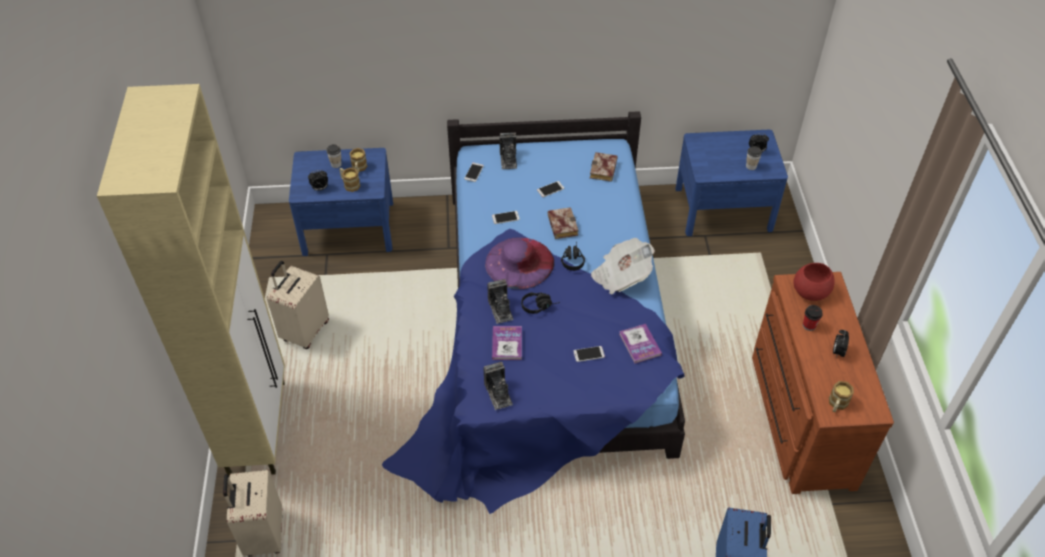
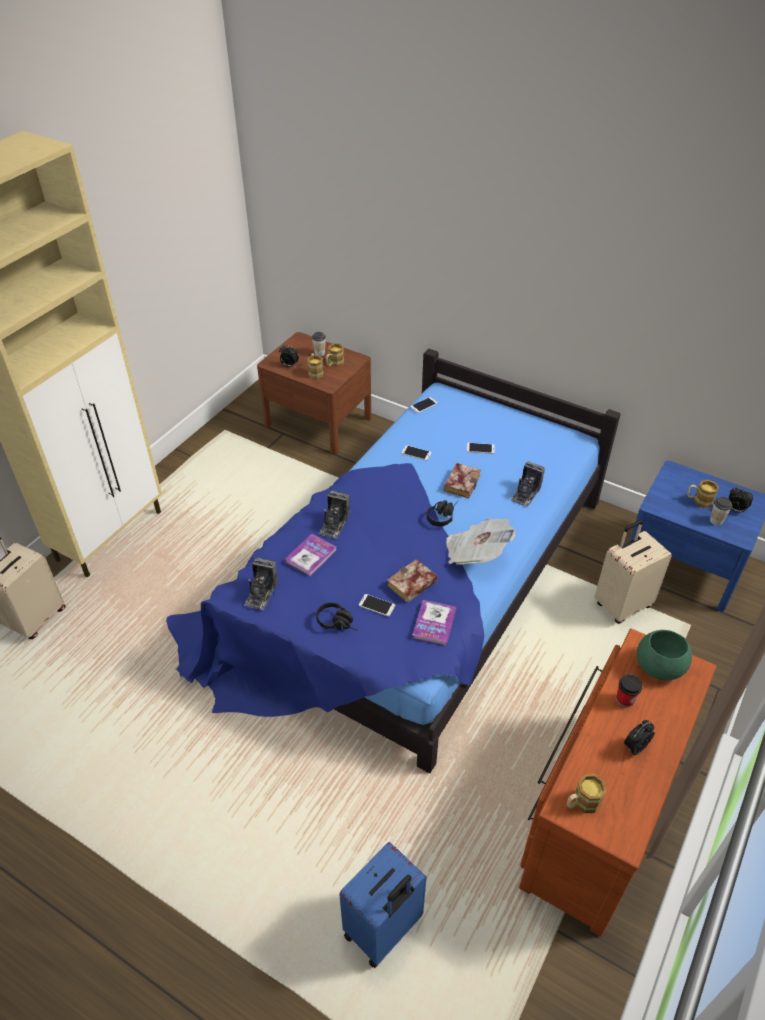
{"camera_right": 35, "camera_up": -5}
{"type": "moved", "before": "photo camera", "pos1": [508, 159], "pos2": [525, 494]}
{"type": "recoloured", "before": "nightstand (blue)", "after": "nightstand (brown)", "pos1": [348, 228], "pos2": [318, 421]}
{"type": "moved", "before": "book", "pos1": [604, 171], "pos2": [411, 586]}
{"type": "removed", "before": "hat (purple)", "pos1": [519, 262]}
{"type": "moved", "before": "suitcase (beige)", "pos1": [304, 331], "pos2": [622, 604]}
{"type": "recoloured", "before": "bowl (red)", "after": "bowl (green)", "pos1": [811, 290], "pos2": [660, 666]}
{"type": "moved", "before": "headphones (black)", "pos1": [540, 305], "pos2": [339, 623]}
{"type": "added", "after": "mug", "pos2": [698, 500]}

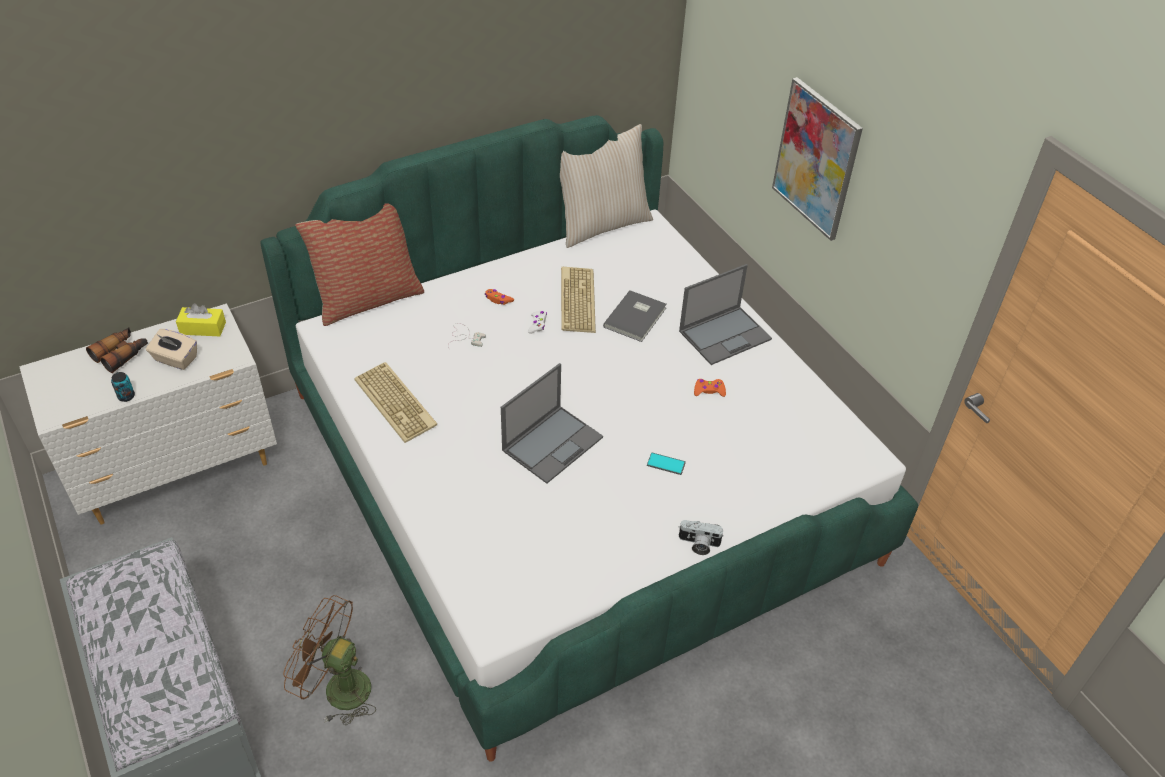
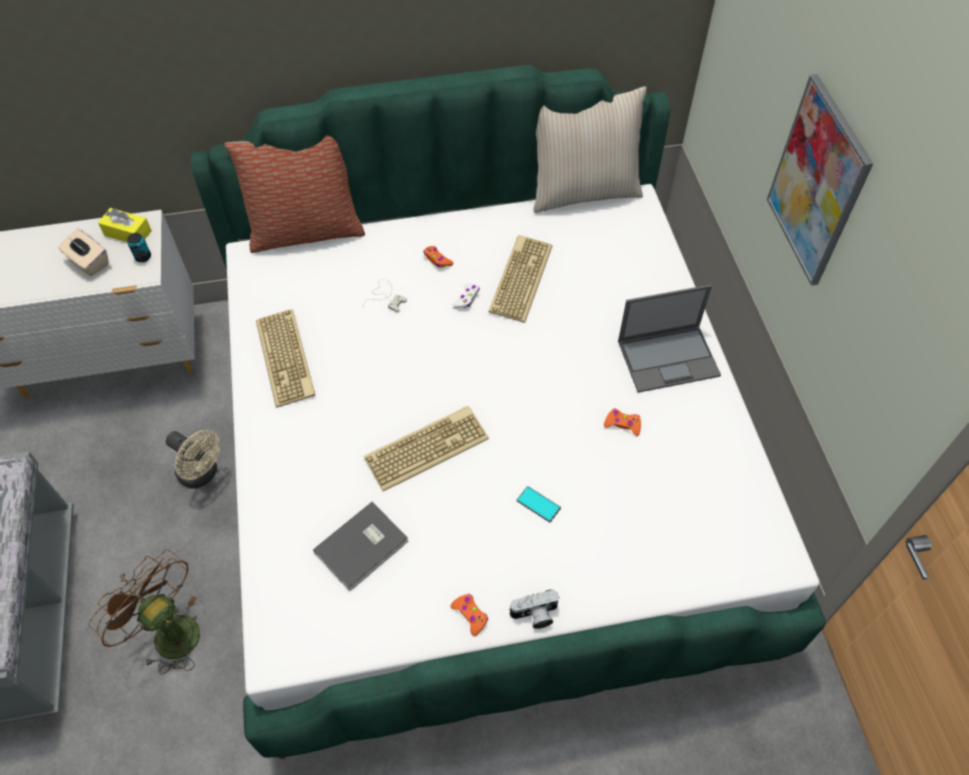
{"camera_right": 20, "camera_up": 10}
{"type": "moved", "before": "book (grey)", "pos1": [637, 317], "pos2": [363, 547]}
{"type": "removed", "before": "binoculars", "pos1": [121, 354]}
{"type": "replaced", "before": "laptop", "after": "keyboard", "pos1": [553, 443], "pos2": [426, 446]}
{"type": "moved", "before": "can", "pos1": [126, 396], "pos2": [143, 257]}
{"type": "turned", "before": "photo camera", "pos1": [698, 544], "pos2": [535, 615], "turn": -45}
{"type": "added", "after": "fan (beige)", "pos2": [202, 474]}
{"type": "added", "after": "game controller (orange)", "pos2": [470, 615]}

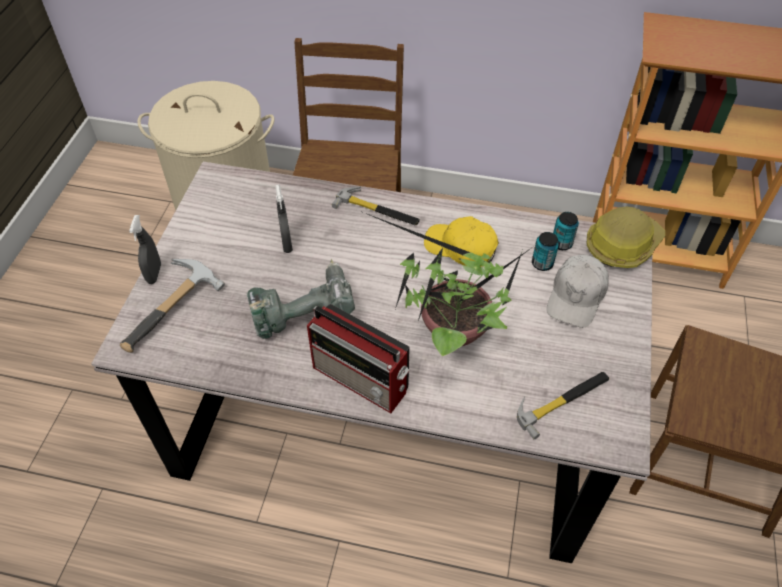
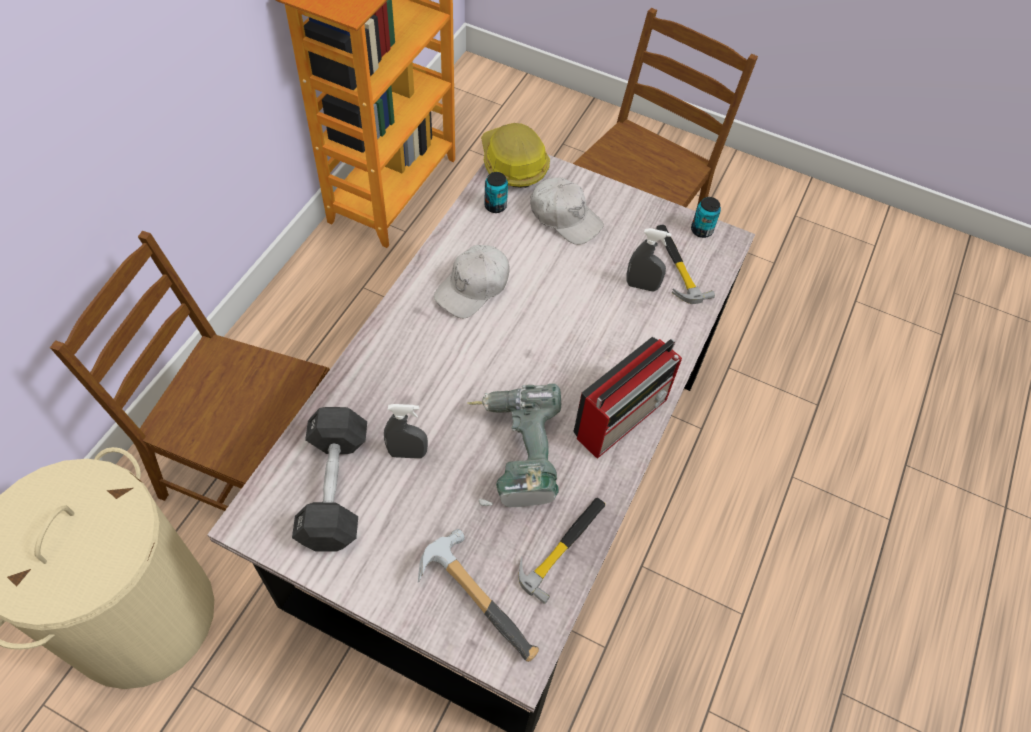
{"camera_right": -80, "camera_up": 5}
{"type": "moved", "before": "hammer", "pos1": [377, 210], "pos2": [563, 545]}
{"type": "removed", "before": "potted plant", "pos1": [451, 328]}
{"type": "moved", "before": "spray bottle (grey)", "pos1": [154, 274], "pos2": [642, 286]}
{"type": "recoloured", "before": "cap (yellow)", "after": "cap (white)", "pos1": [461, 248], "pos2": [473, 287]}
{"type": "moved", "before": "can", "pos1": [542, 263], "pos2": [701, 230]}
{"type": "added", "after": "dumbbell (black)", "pos2": [334, 488]}

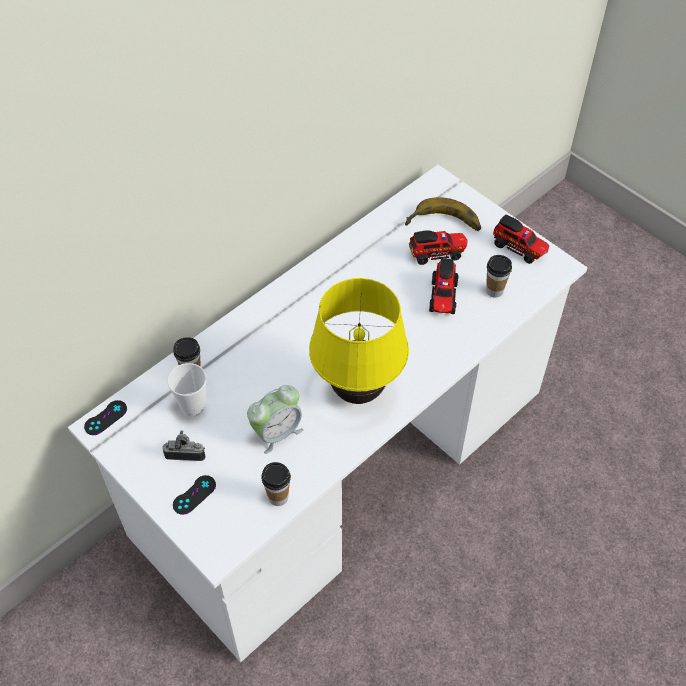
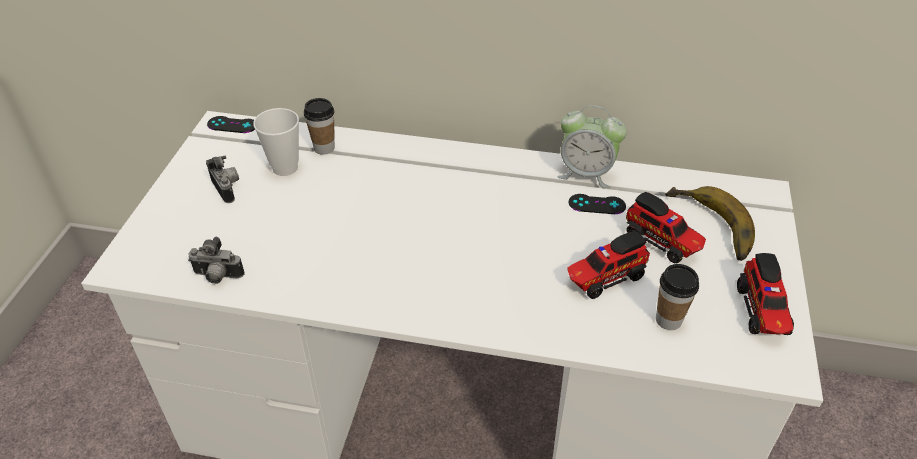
{"camera_right": 55, "camera_up": -10}
{"type": "removed", "before": "table lamp (yellow)", "pos1": [357, 391]}
{"type": "moved", "before": "alarm clock", "pos1": [277, 432], "pos2": [586, 173]}
{"type": "replaced", "before": "cup", "after": "photo camera", "pos1": [278, 497], "pos2": [217, 277]}
{"type": "moved", "before": "game controller (black)", "pos1": [194, 495], "pos2": [597, 204]}

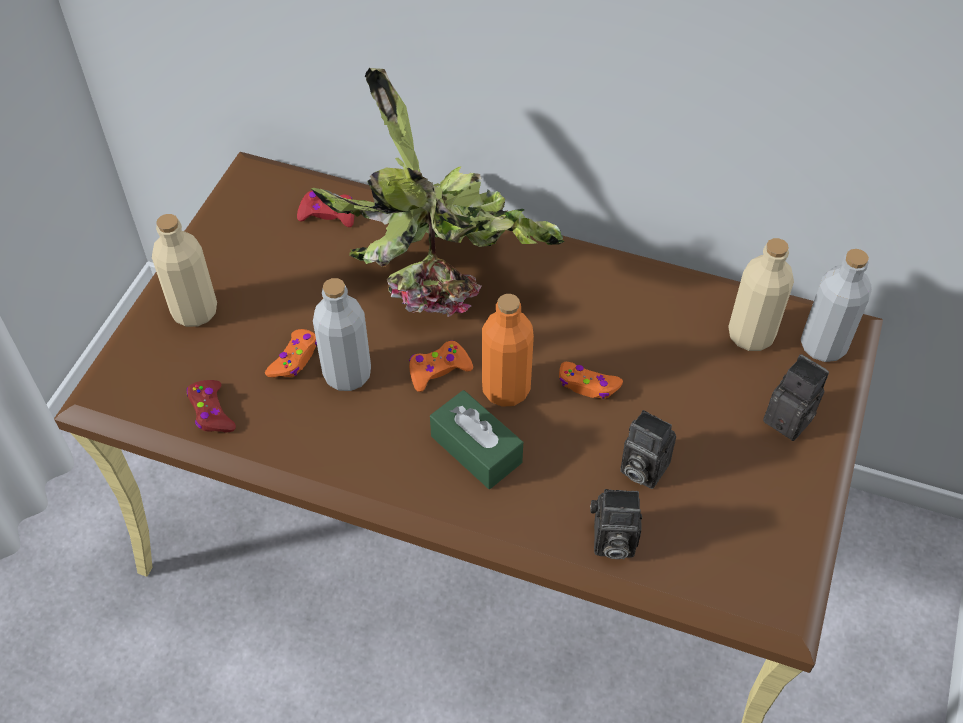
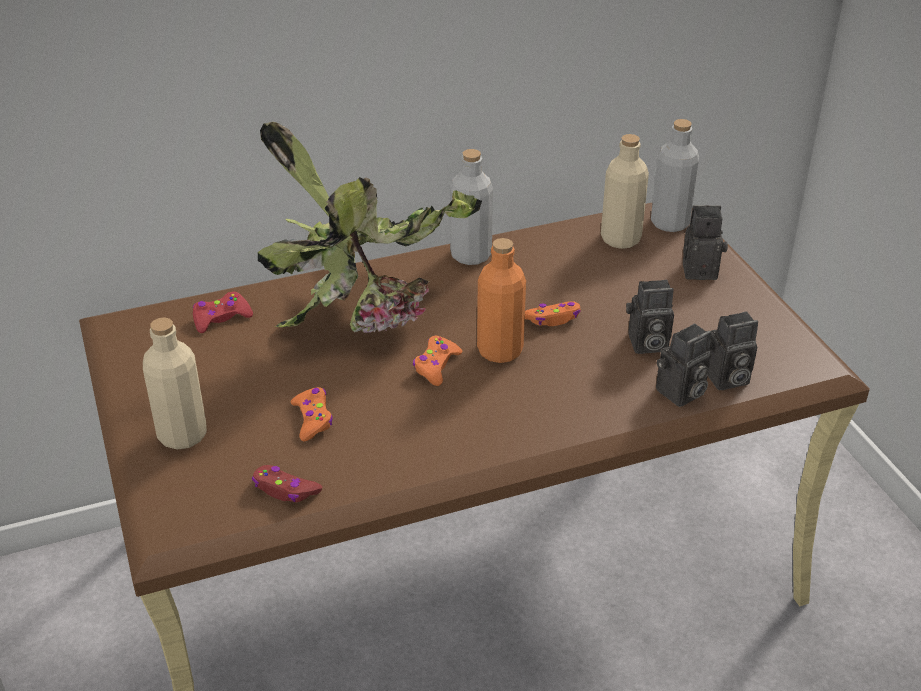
{"camera_right": -40, "camera_up": -15}
{"type": "moved", "before": "bottle (grey)", "pos1": [347, 374], "pos2": [471, 255]}
{"type": "removed", "before": "tissue box (green)", "pos1": [476, 449]}
{"type": "added", "after": "photo camera", "pos2": [725, 379]}

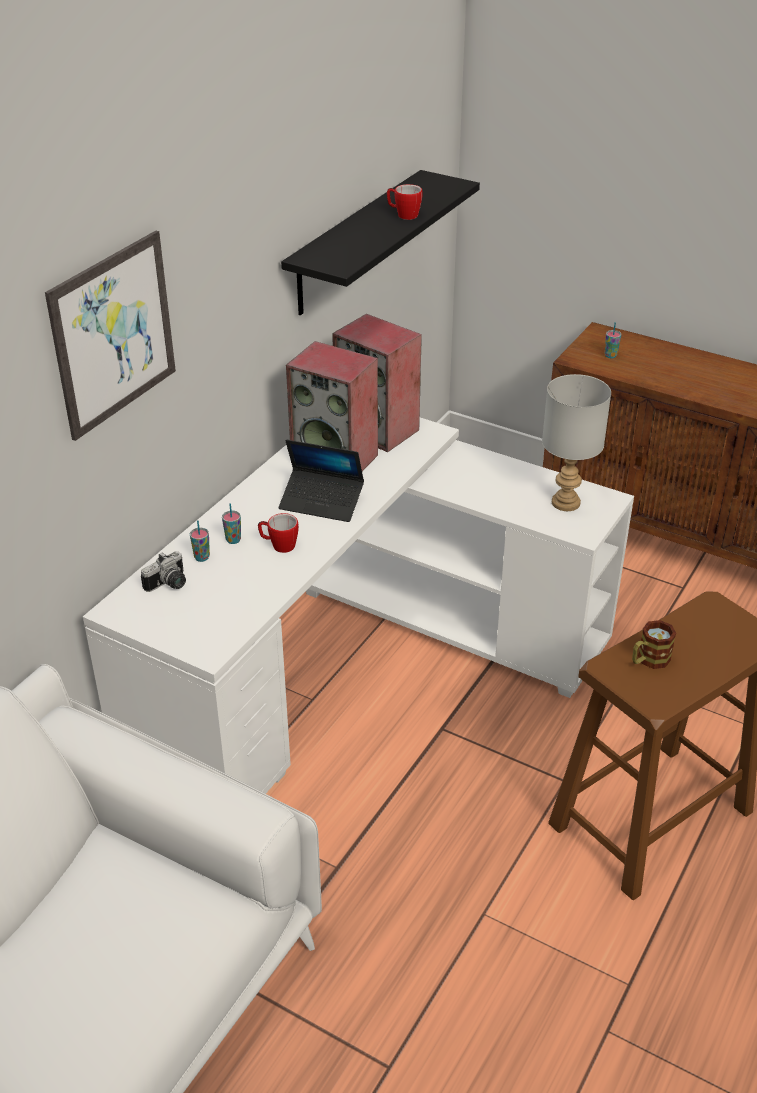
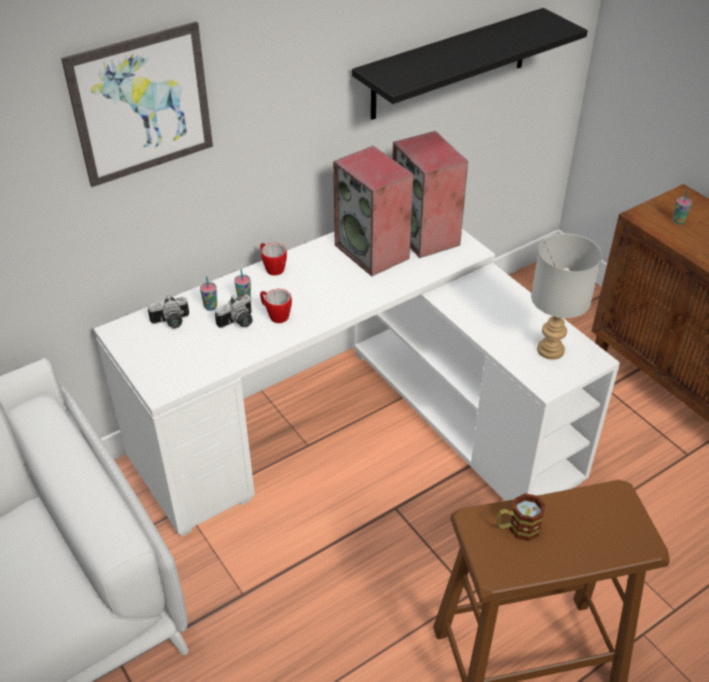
{"camera_right": 25, "camera_up": 5}
{"type": "moved", "before": "mug", "pos1": [403, 215], "pos2": [272, 268]}
{"type": "removed", "before": "laptop", "pos1": [322, 502]}
{"type": "added", "after": "photo camera", "pos2": [238, 323]}

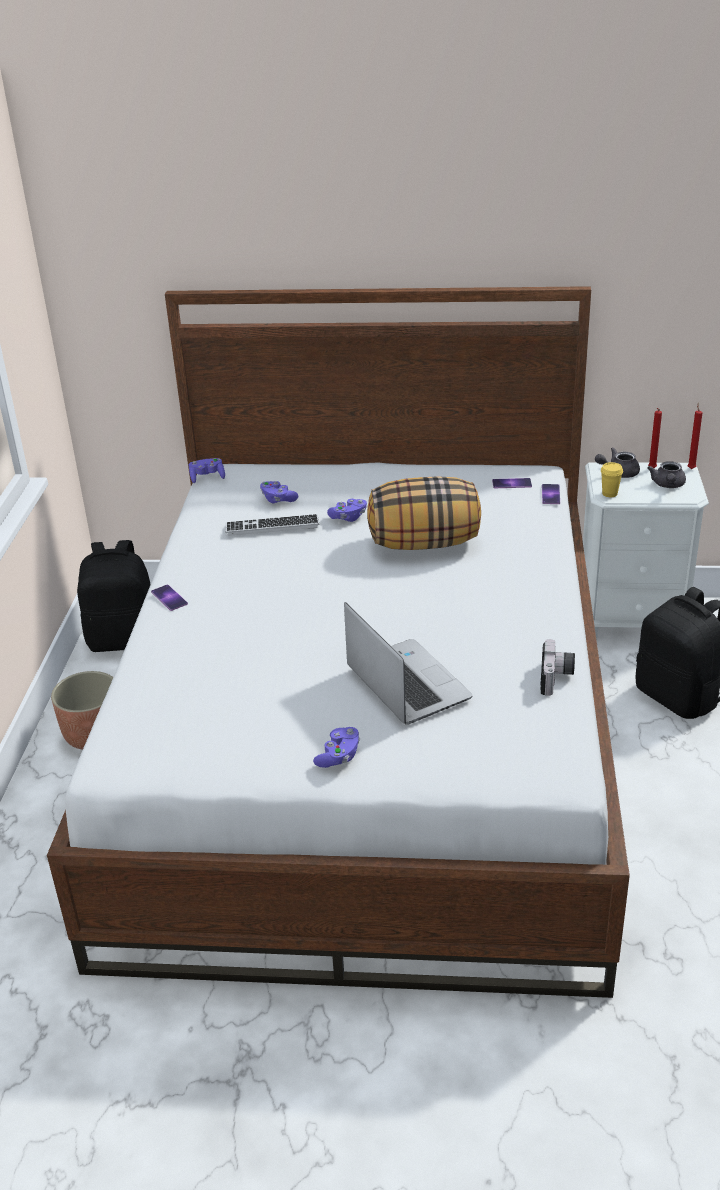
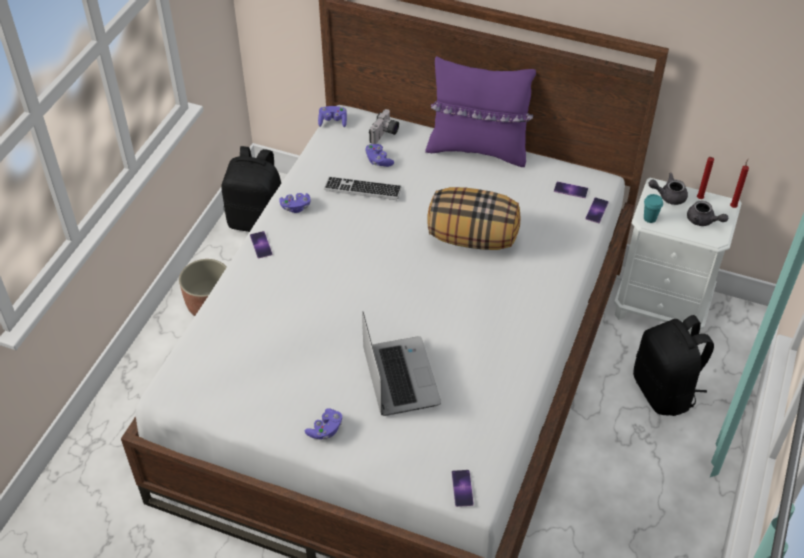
{"camera_right": 15, "camera_up": 15}
{"type": "turned", "before": "teapot (grey)", "pos1": [667, 485], "pos2": [703, 221], "turn": -75}
{"type": "recoloured", "before": "cup (yellow)", "after": "cup (turquoise)", "pos1": [609, 494], "pos2": [649, 218]}
{"type": "moved", "before": "game controller (purple)", "pos1": [348, 517], "pos2": [295, 207]}
{"type": "moved", "before": "photo camera", "pos1": [557, 678], "pos2": [385, 134]}
{"type": "added", "after": "pillow (purple)", "pos2": [478, 149]}
{"type": "added", "after": "phone", "pos2": [462, 488]}

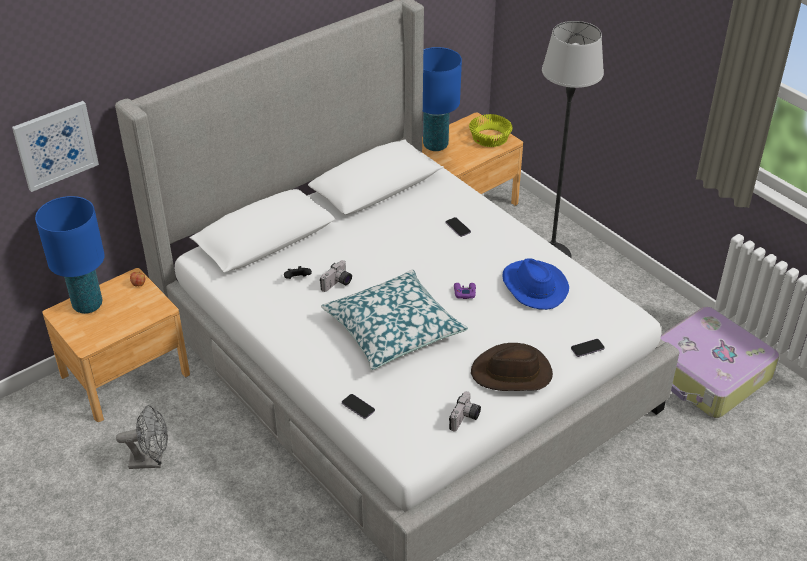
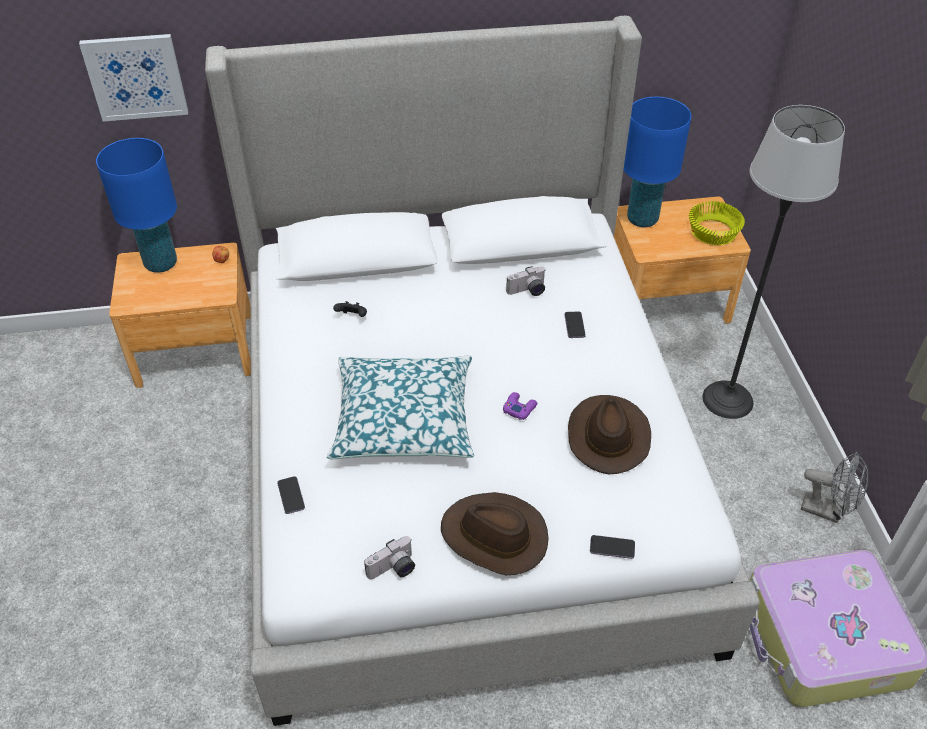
{"camera_right": 30, "camera_up": 5}
{"type": "recoloured", "before": "hat (blue)", "after": "hat (brown)", "pos1": [533, 286], "pos2": [607, 436]}
{"type": "moved", "before": "photo camera", "pos1": [338, 284], "pos2": [528, 291]}
{"type": "moved", "before": "fan (grey)", "pos1": [151, 461], "pos2": [827, 511]}

